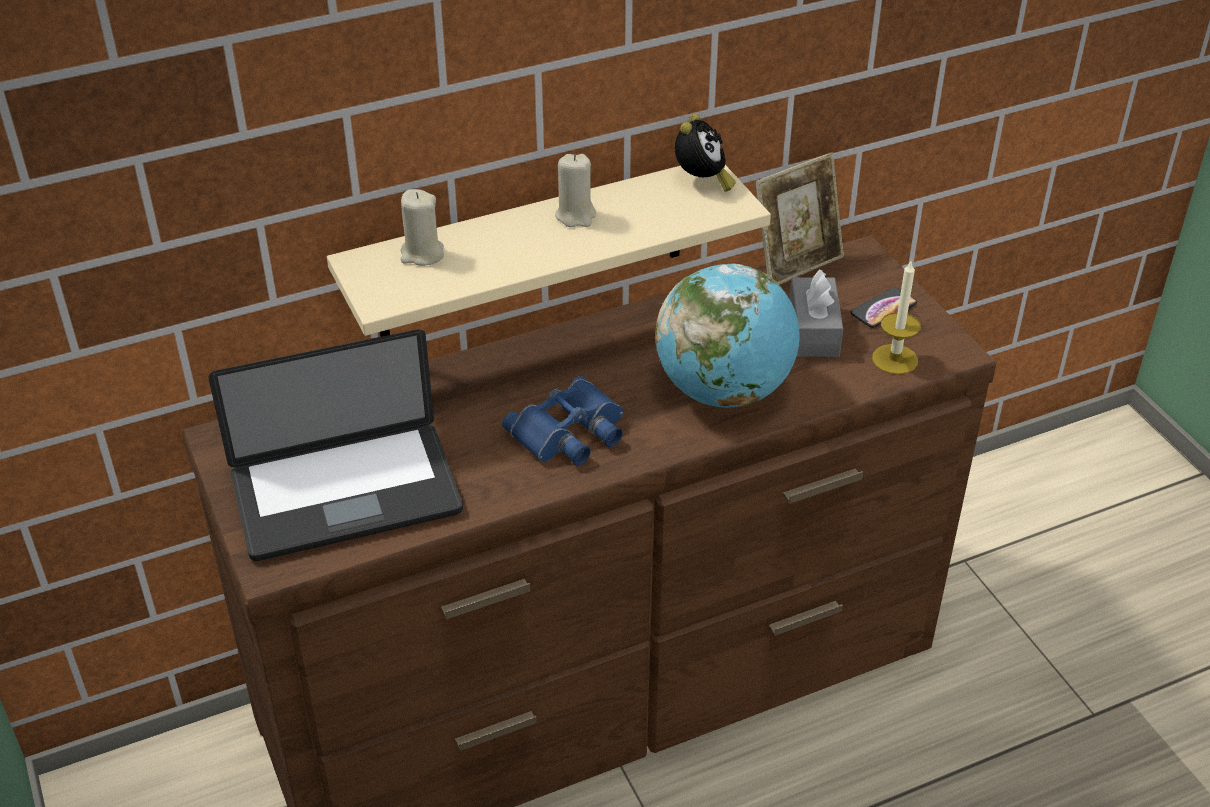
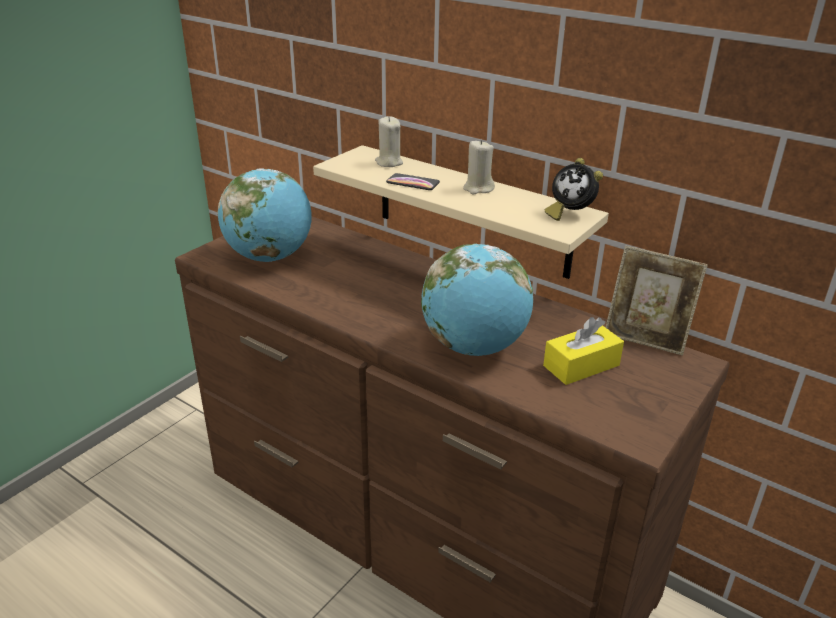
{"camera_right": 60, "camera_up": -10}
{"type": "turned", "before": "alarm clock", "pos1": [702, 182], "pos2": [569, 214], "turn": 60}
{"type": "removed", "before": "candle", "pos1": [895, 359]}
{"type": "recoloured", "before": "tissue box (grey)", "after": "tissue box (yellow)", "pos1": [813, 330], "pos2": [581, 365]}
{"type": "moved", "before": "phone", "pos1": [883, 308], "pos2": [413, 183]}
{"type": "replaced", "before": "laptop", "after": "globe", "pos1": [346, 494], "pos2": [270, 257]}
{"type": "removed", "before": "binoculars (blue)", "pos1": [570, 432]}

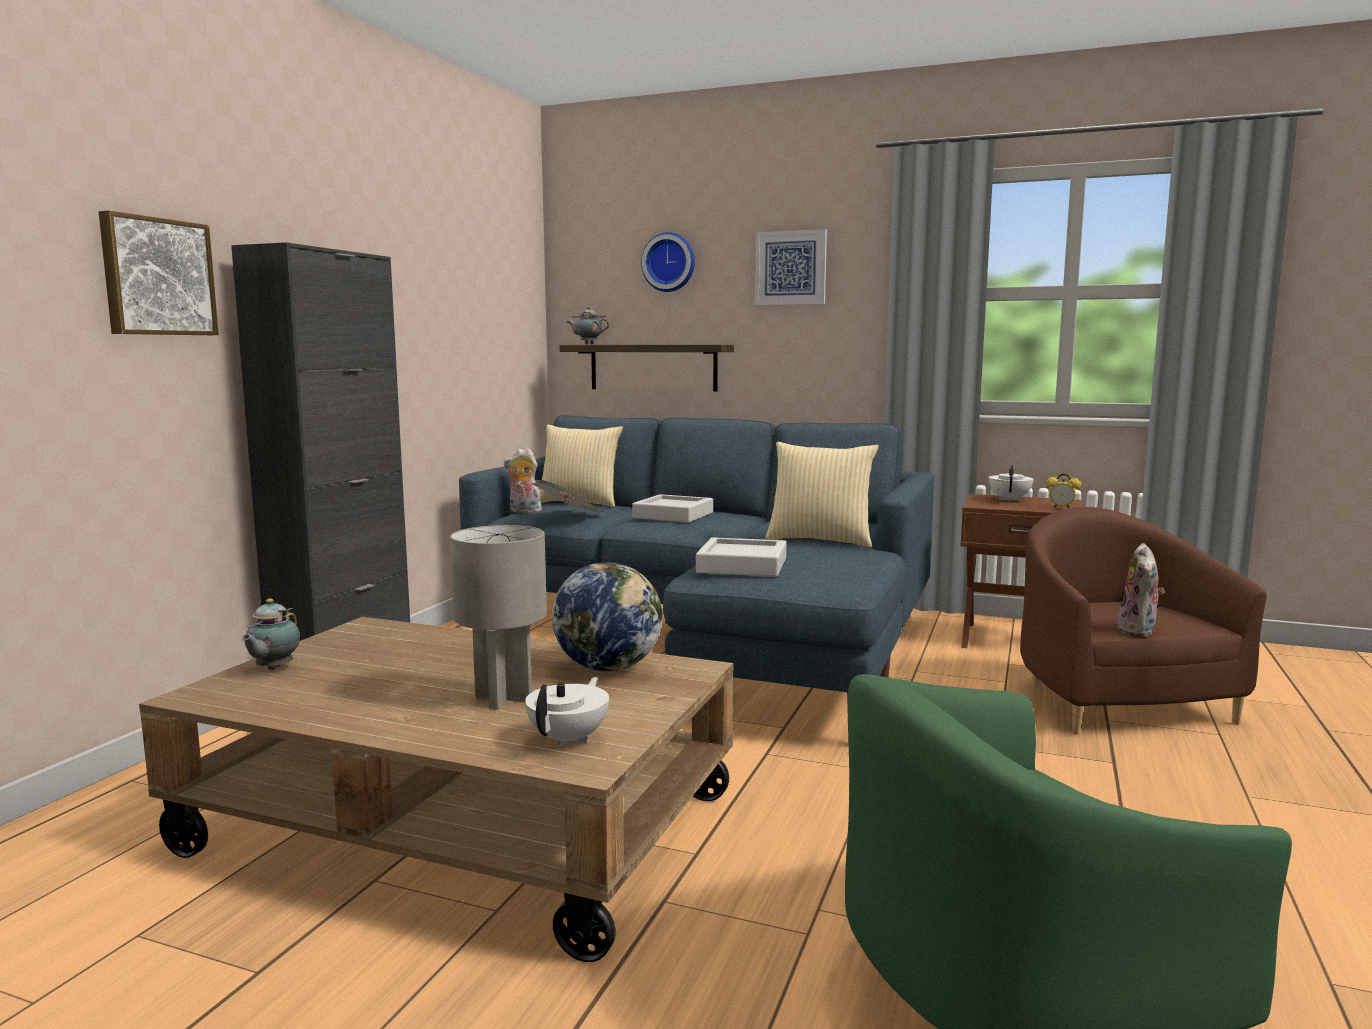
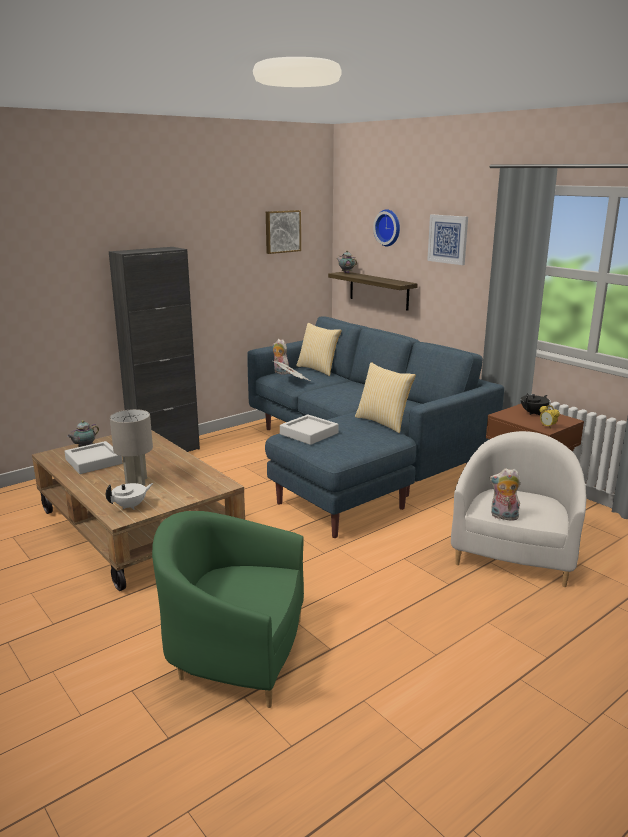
{"camera_right": 30, "camera_up": 10}
{"type": "moved", "before": "picture", "pos1": [157, 277], "pos2": [282, 231]}
{"type": "recoloured", "before": "teapot (white)", "after": "teapot (black)", "pos1": [1010, 499], "pos2": [534, 413]}
{"type": "moved", "before": "tray (grey)", "pos1": [673, 515], "pos2": [93, 462]}
{"type": "recoloured", "before": "armchair (brown)", "after": "armchair (white)", "pos1": [1115, 702], "pos2": [514, 553]}
{"type": "turned", "before": "plush toy", "pos1": [1139, 631], "pos2": [503, 517], "turn": 60}
{"type": "removed", "before": "globe", "pos1": [608, 667]}

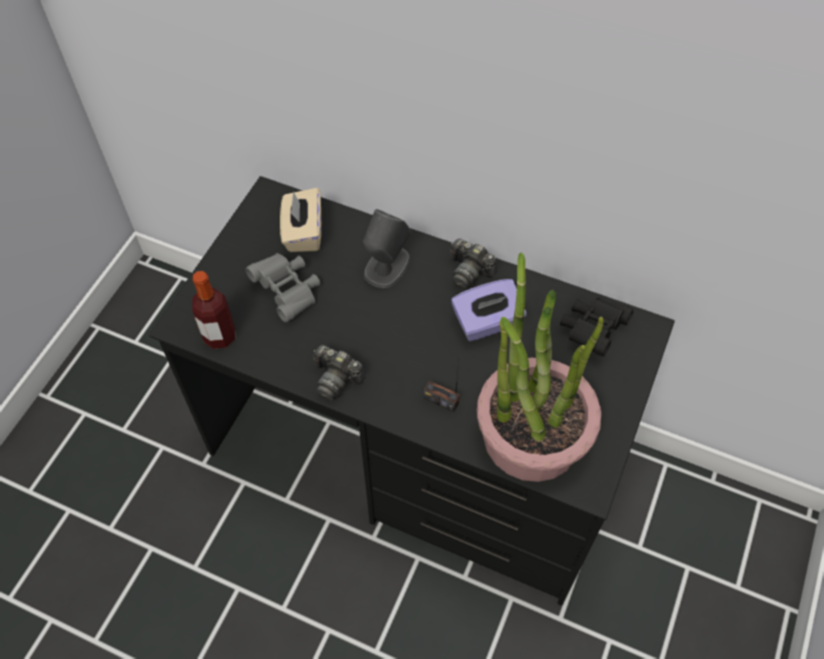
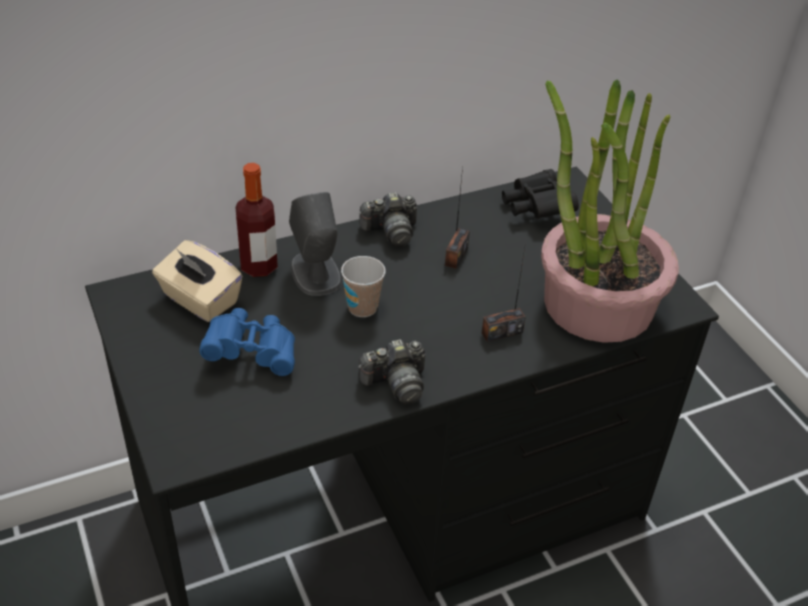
{"camera_right": -50, "camera_up": -15}
{"type": "recoloured", "before": "binoculars (grey)", "after": "binoculars (blue)", "pos1": [288, 292], "pos2": [252, 353]}
{"type": "moved", "before": "bottle", "pos1": [220, 336], "pos2": [259, 266]}
{"type": "replaced", "before": "tissue box (purple)", "after": "radio", "pos1": [487, 323], "pos2": [456, 256]}
{"type": "added", "after": "cup", "pos2": [362, 307]}

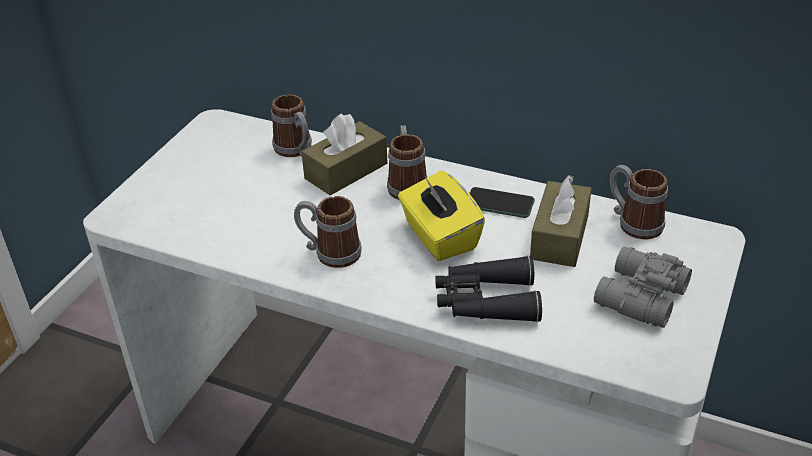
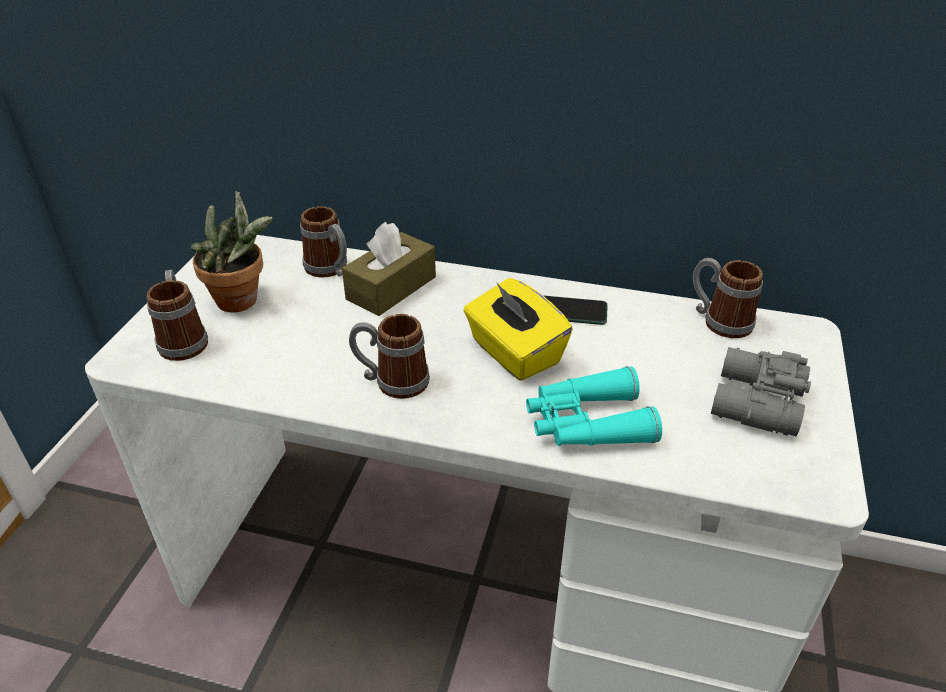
{"camera_right": -10, "camera_up": 0}
{"type": "moved", "before": "mug", "pos1": [406, 184], "pos2": [183, 339]}
{"type": "removed", "before": "tissue box (brown)", "pos1": [559, 237]}
{"type": "recoloured", "before": "binoculars (black)", "after": "binoculars (turquoise)", "pos1": [485, 301], "pos2": [586, 423]}
{"type": "added", "after": "potted plant", "pos2": [244, 301]}

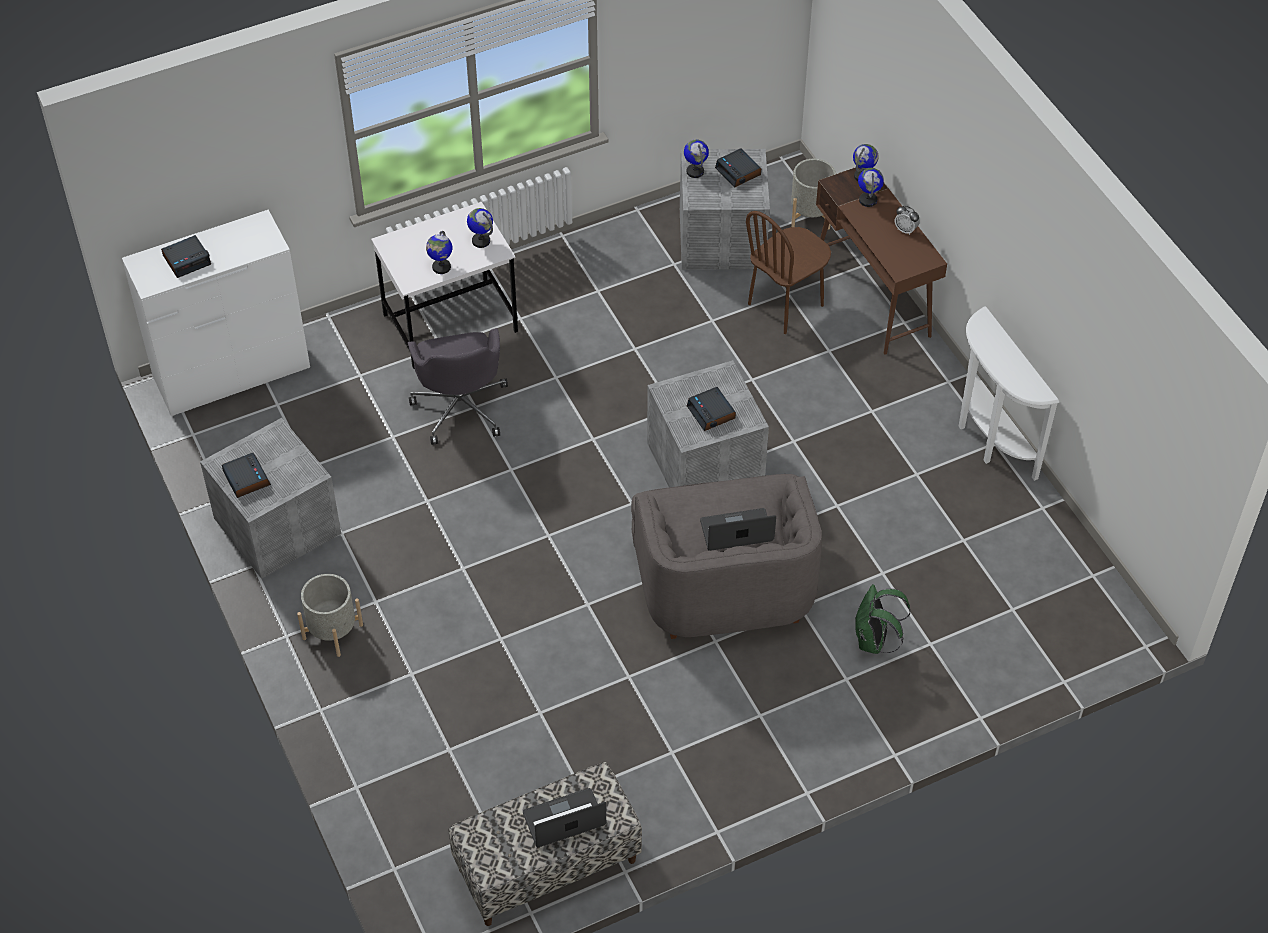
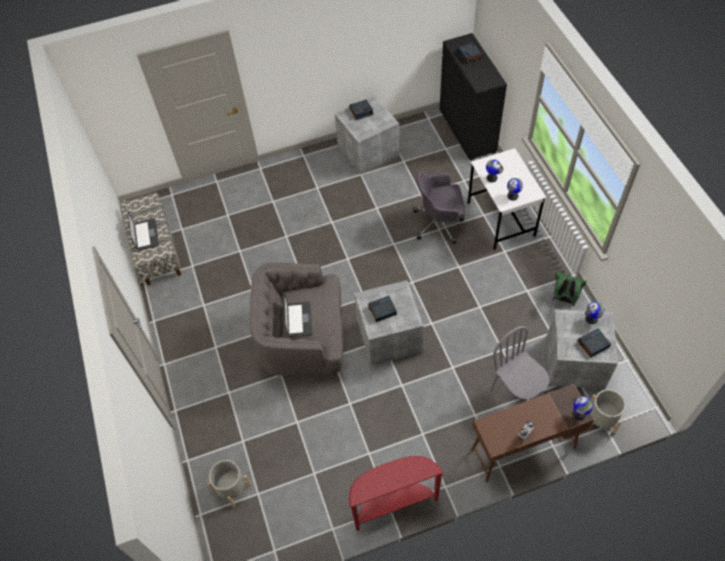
{"camera_right": 100, "camera_up": 5}
{"type": "removed", "before": "globe", "pos1": [868, 200]}
{"type": "recoloured", "before": "dresser (white)", "after": "dresser (black)", "pos1": [232, 373], "pos2": [467, 130]}
{"type": "recoloured", "before": "chair (brown)", "after": "chair (grey)", "pos1": [786, 305], "pos2": [515, 394]}
{"type": "recoloured", "before": "console table (white)", "after": "console table (red)", "pos1": [989, 439], "pos2": [393, 504]}
{"type": "moved", "before": "planter (grey)", "pos1": [332, 632], "pos2": [232, 488]}
{"type": "moved", "before": "backpack (green)", "pos1": [874, 641], "pos2": [564, 299]}

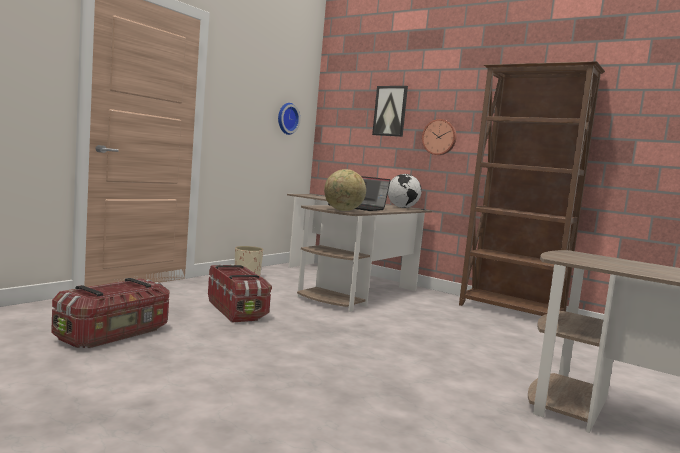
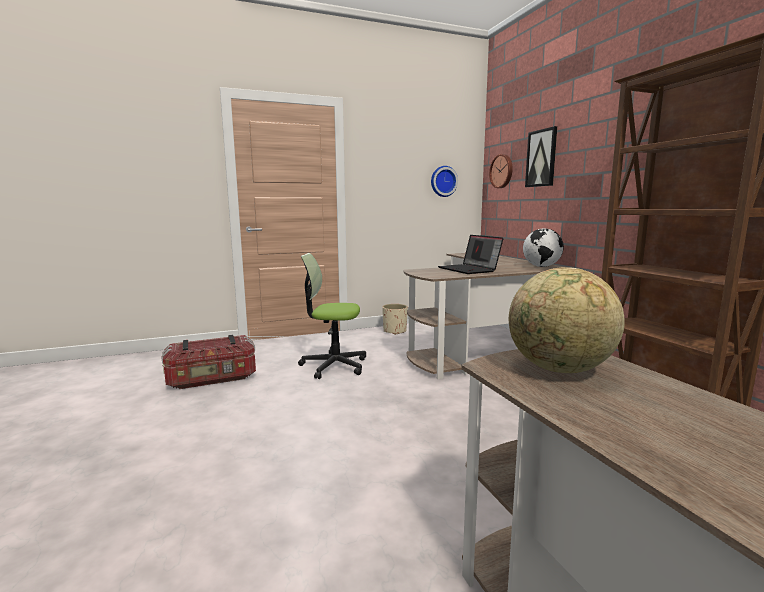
{"camera_right": 35, "camera_up": 5}
{"type": "moved", "before": "wall clock", "pos1": [439, 137], "pos2": [502, 171]}
{"type": "moved", "before": "globe", "pos1": [343, 210], "pos2": [559, 370]}
{"type": "replaced", "before": "storage box", "after": "office chair", "pos1": [236, 310], "pos2": [334, 366]}

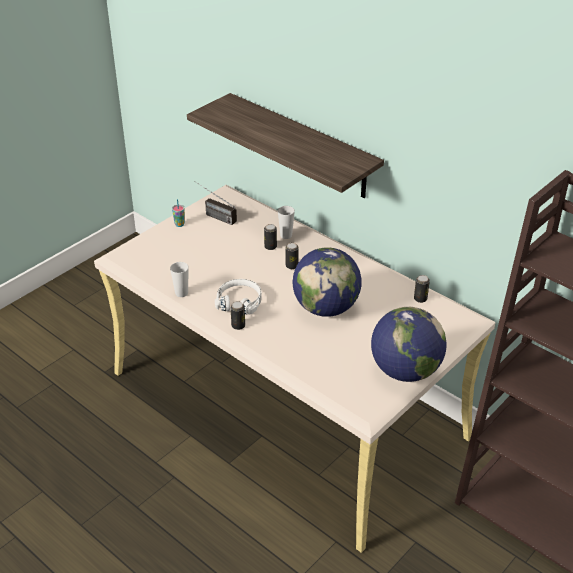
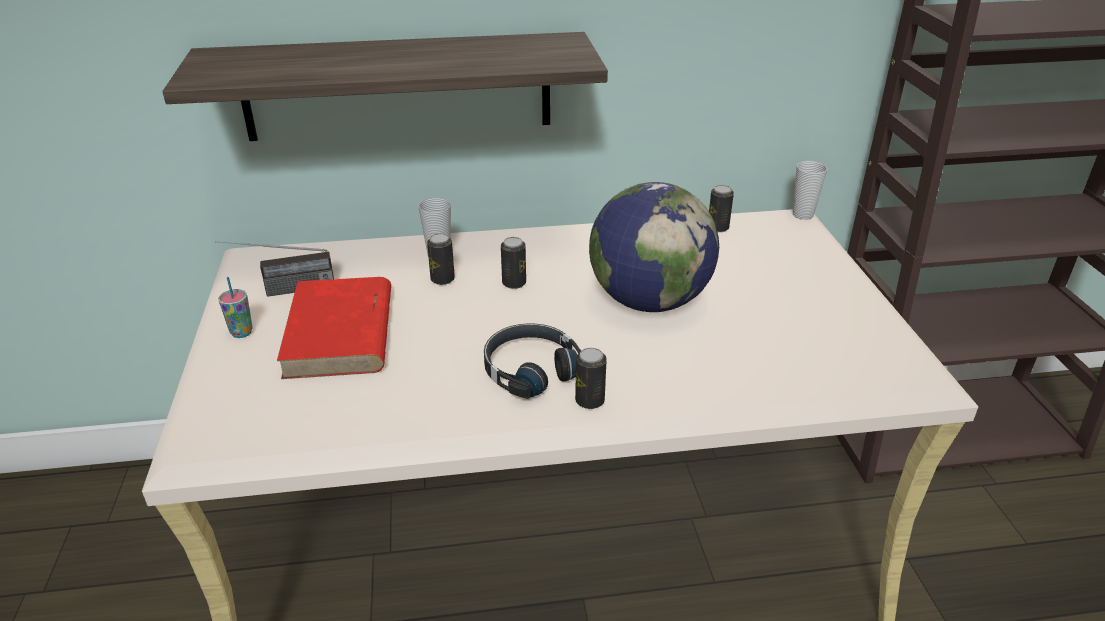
{"camera_right": -50, "camera_up": -5}
{"type": "moved", "before": "cup", "pos1": [181, 293], "pos2": [802, 215]}
{"type": "recoloured", "before": "headphones (white)", "after": "headphones (black)", "pos1": [239, 301], "pos2": [530, 369]}
{"type": "removed", "before": "globe", "pos1": [405, 371]}
{"type": "added", "after": "book (red)", "pos2": [340, 334]}

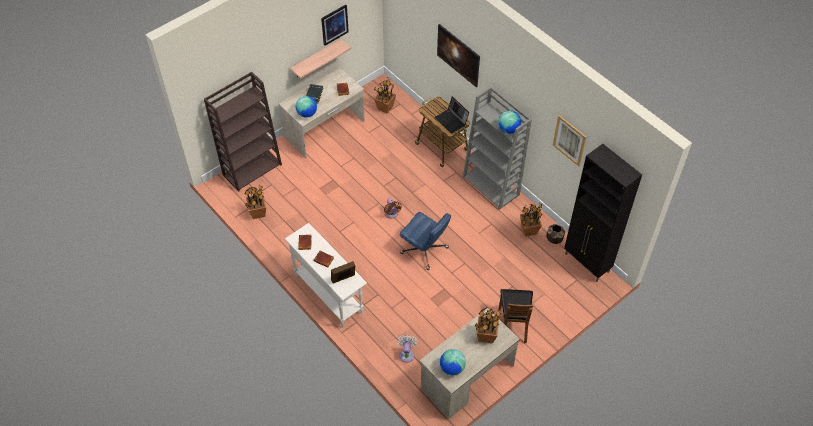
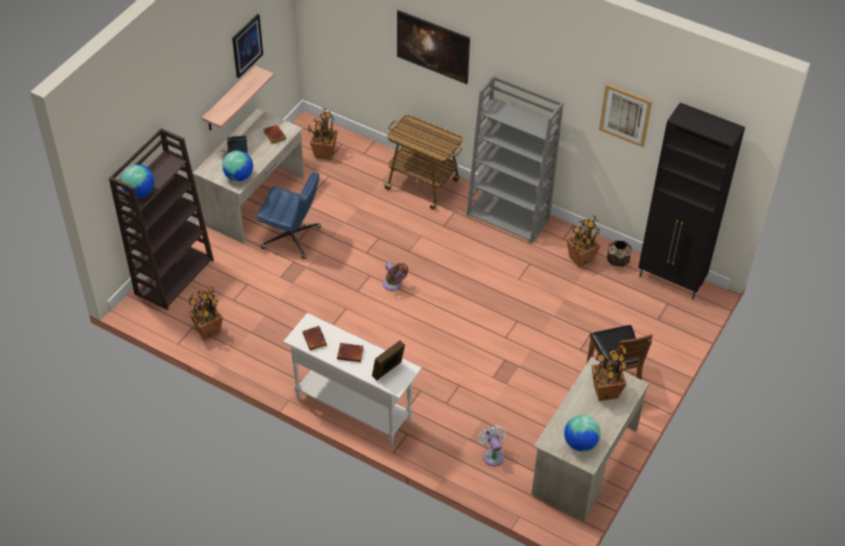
{"camera_right": -20, "camera_up": -5}
{"type": "removed", "before": "laptop", "pos1": [452, 121]}
{"type": "moved", "before": "globe", "pos1": [509, 129], "pos2": [140, 192]}
{"type": "moved", "before": "office chair (blue)", "pos1": [425, 250], "pos2": [292, 237]}

